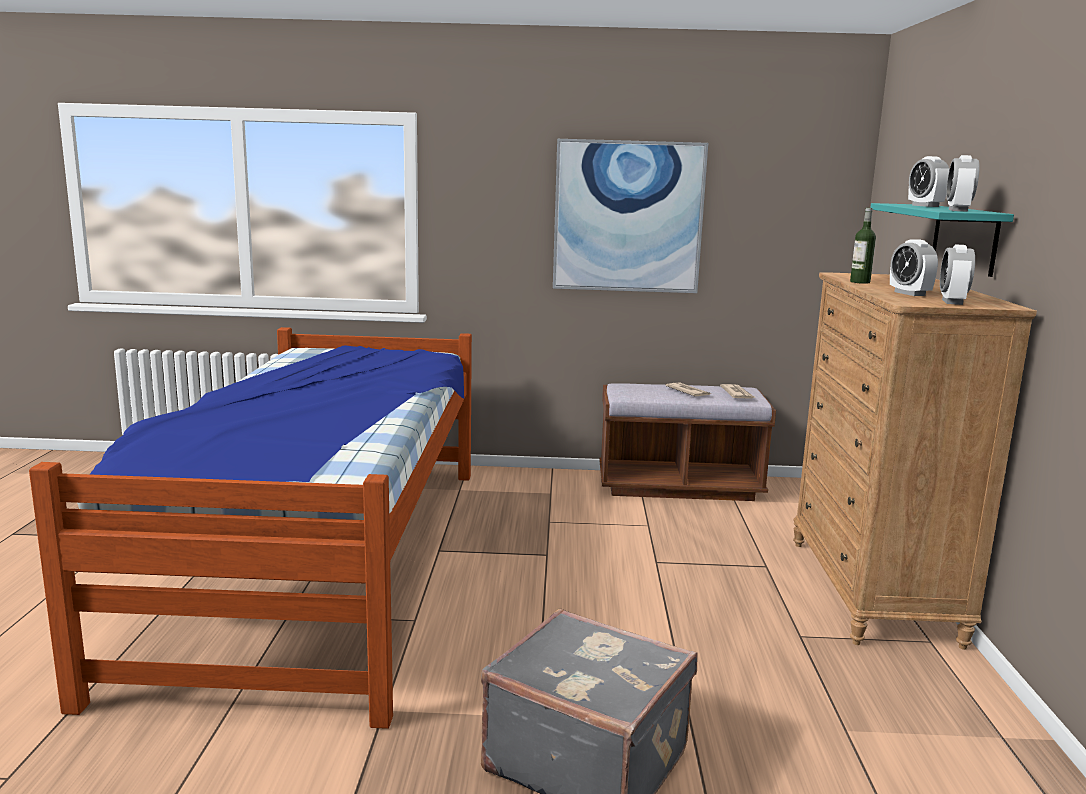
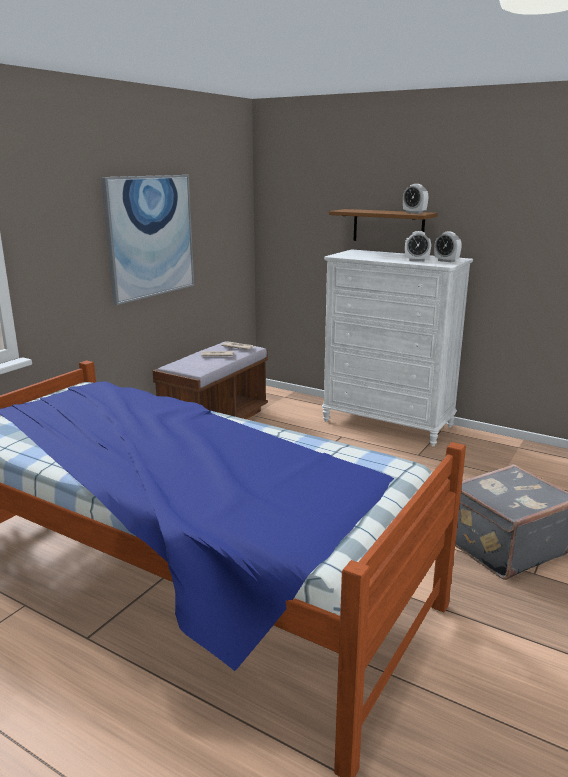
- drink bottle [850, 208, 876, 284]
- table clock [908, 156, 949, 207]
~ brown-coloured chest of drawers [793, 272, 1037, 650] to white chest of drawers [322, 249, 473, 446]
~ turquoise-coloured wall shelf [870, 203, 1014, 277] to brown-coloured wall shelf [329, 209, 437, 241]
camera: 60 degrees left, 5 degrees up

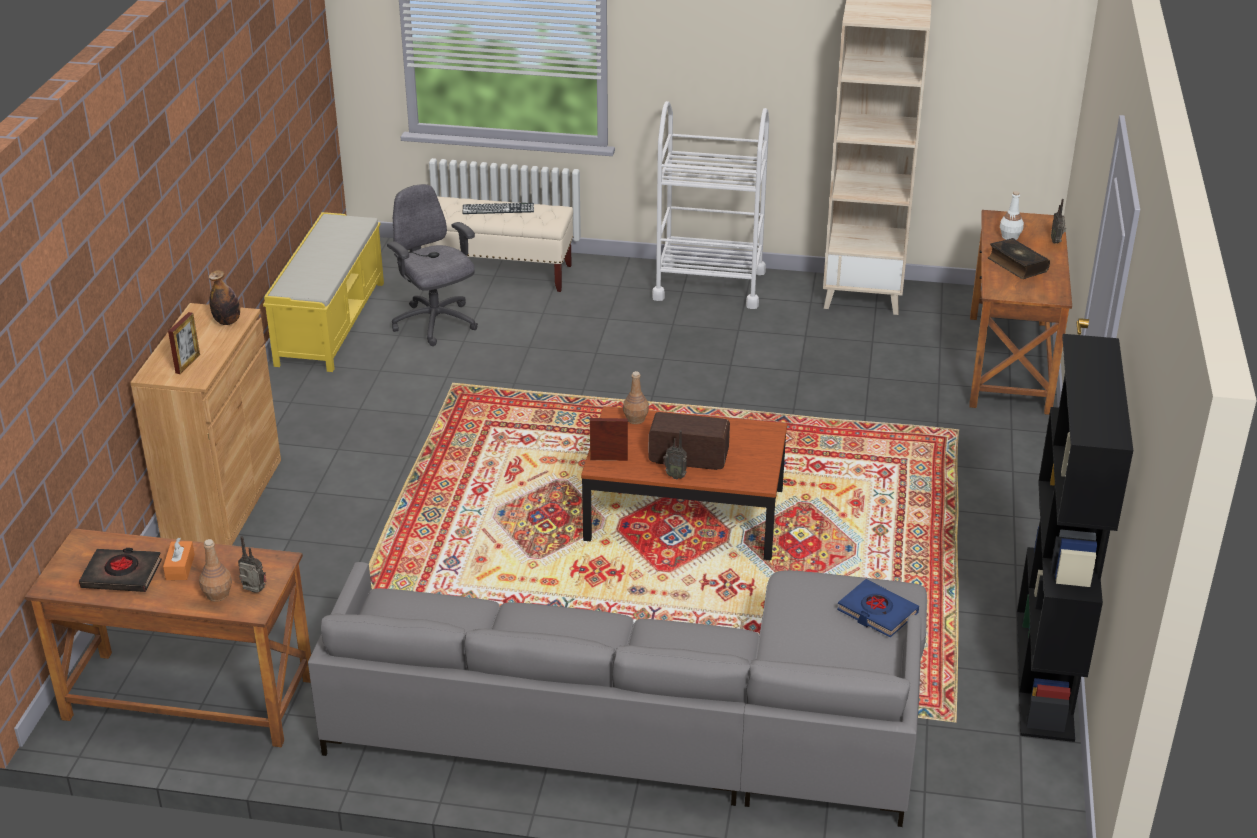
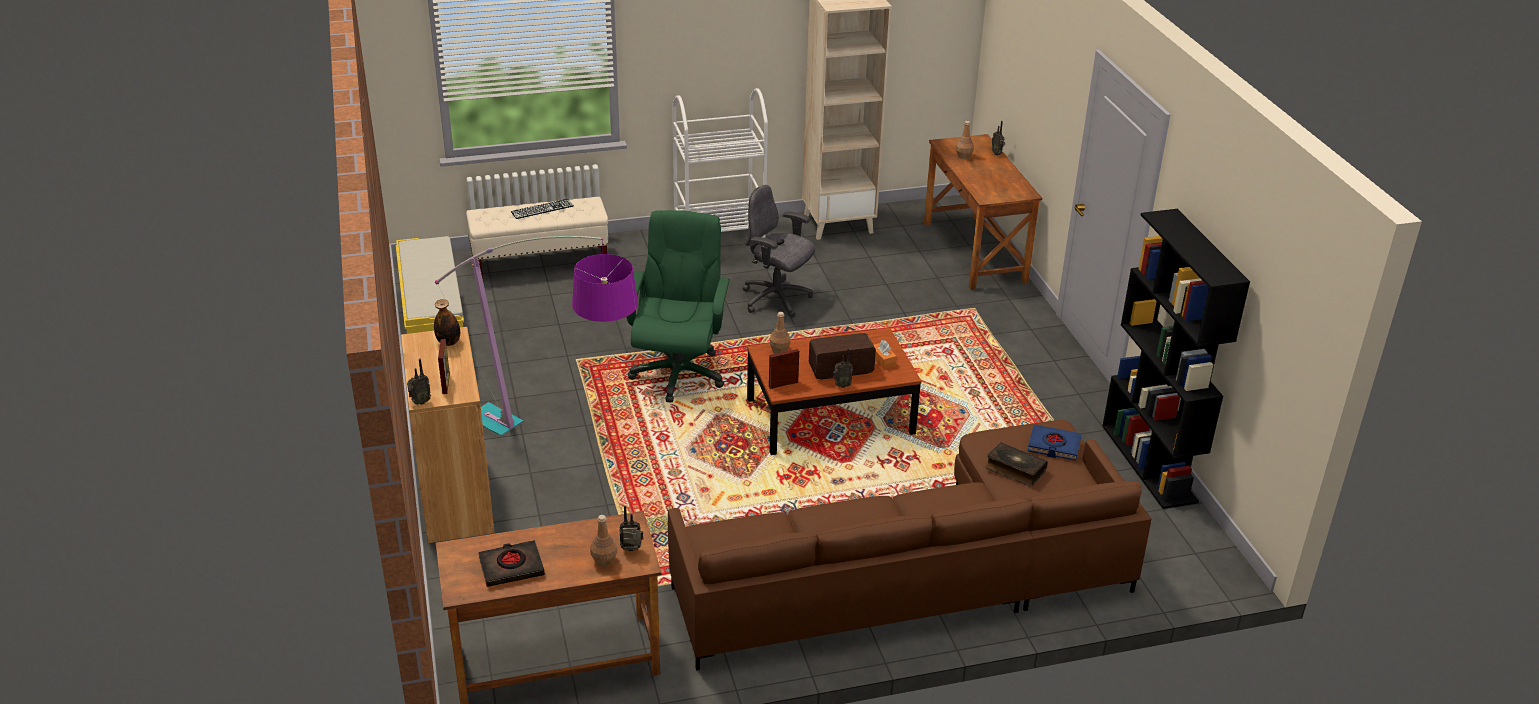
+ radio set [407, 359, 431, 405]
+ floor lamp [435, 236, 638, 436]
+ green-coloured computer chair [627, 210, 730, 403]
~ orange-coloured tissue holder [163, 538, 195, 580] to [874, 340, 897, 369]
~ grey computer chair [387, 184, 478, 346] to [742, 185, 815, 318]
~ volume [988, 238, 1050, 279] to [985, 442, 1048, 487]
~ grey sofa [308, 562, 927, 827] to brown-coloured sofa [668, 420, 1151, 671]
~ white drink bottle [1000, 191, 1024, 240] to brown-coloured drink bottle [956, 121, 974, 159]
camera: 25 degrees left, 0 degrees up

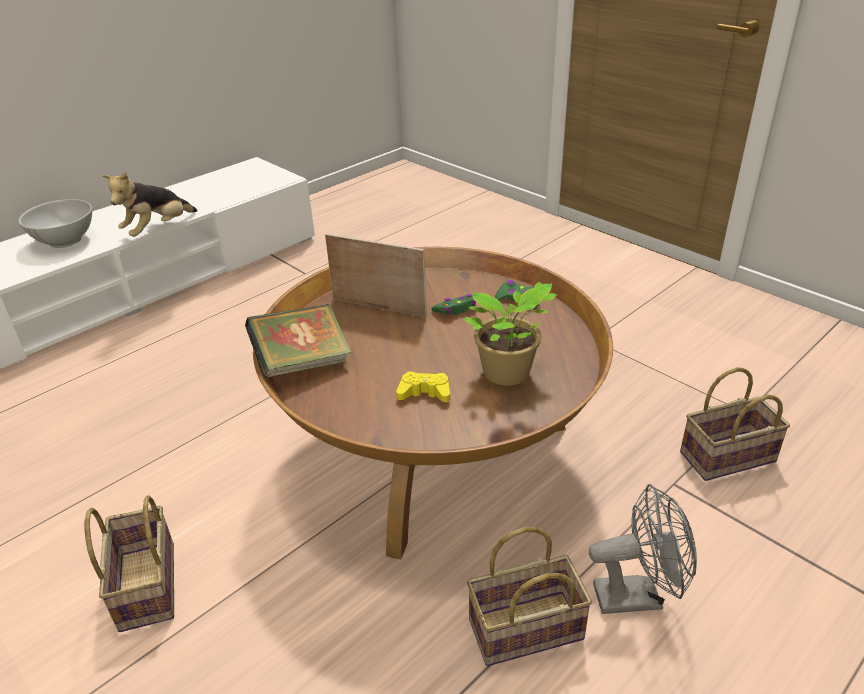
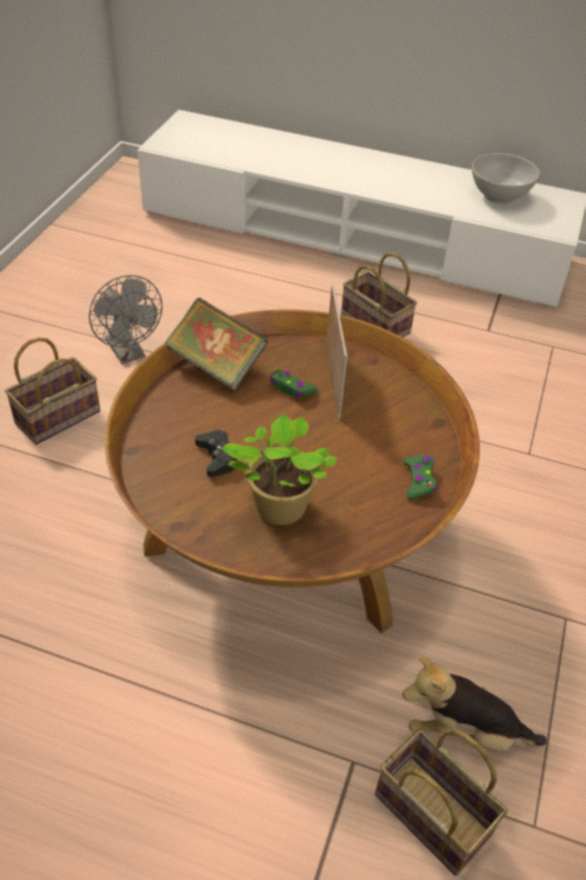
~ white deep dish [19, 199, 92, 248] to [472, 153, 540, 204]
~ cuddly toy [102, 172, 197, 237] to [402, 657, 547, 751]
~ green-coloured game controller [431, 294, 476, 315] to [270, 370, 318, 398]
~ storage basket [467, 527, 592, 666] to [341, 252, 417, 338]
~ grey fan [589, 484, 697, 614] to [89, 275, 162, 364]
~ yellowish game controller [396, 371, 450, 402] to black-coloured game controller [195, 430, 238, 477]
camera: 60 degrees right, 10 degrees up

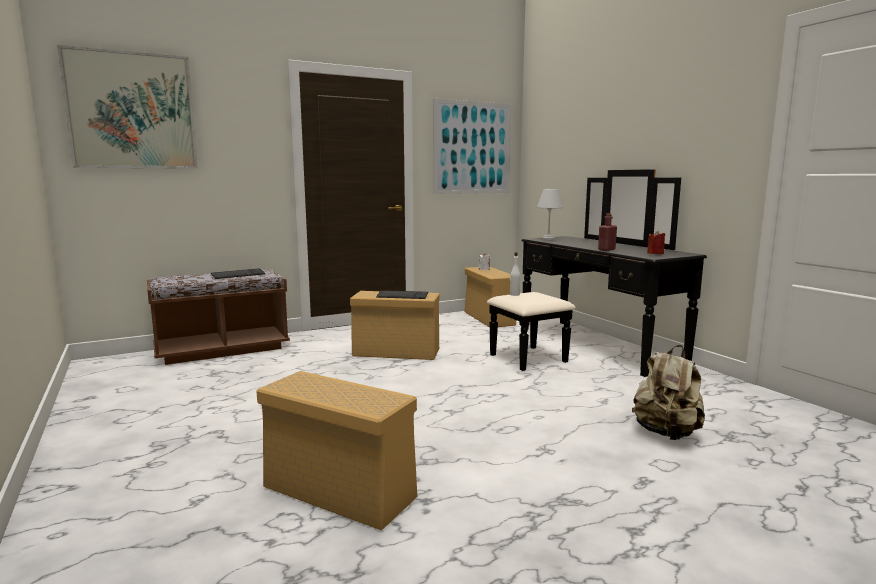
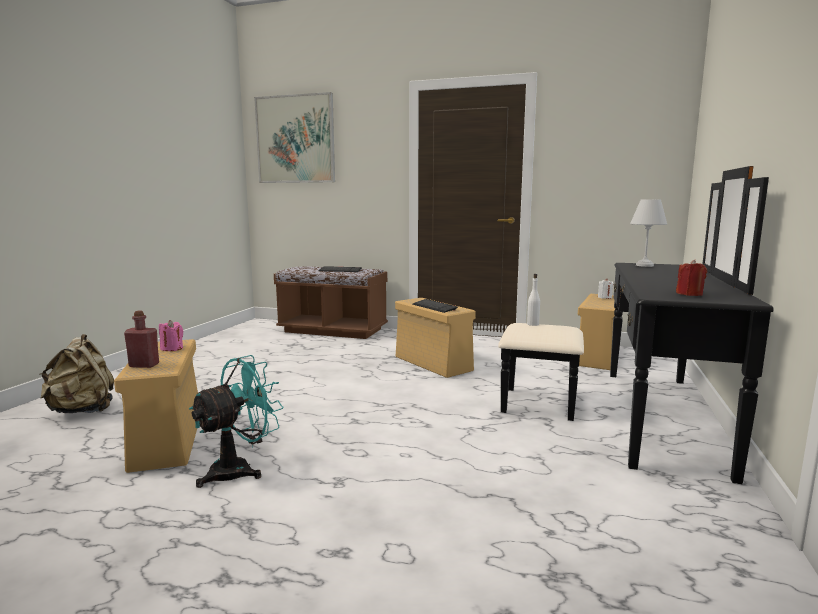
- wall picture [433, 99, 512, 194]
+ pinkish candle [159, 320, 183, 351]
+ turquoise-coloured fan [189, 355, 284, 488]
~ red-coloured drink bottle [598, 213, 617, 251] to [124, 311, 159, 368]
~ beige rucksack [632, 345, 705, 440] to [40, 334, 114, 413]
camera: 45 degrees right, 0 degrees up

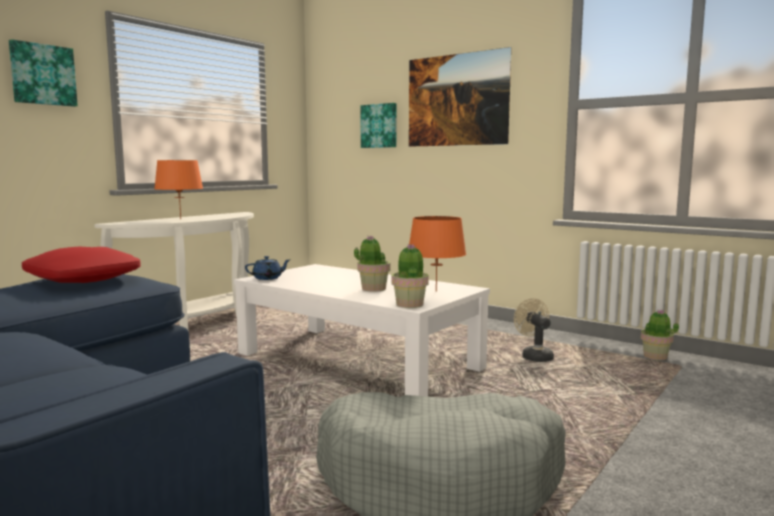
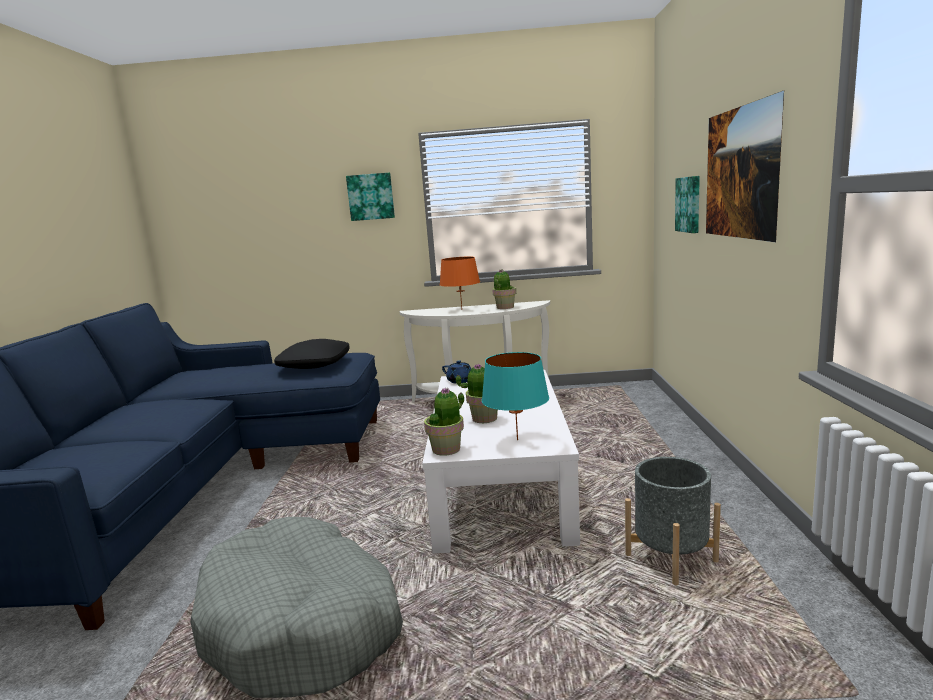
~ plant in a pot [641, 309, 679, 360] to [492, 269, 516, 309]
~ beige fan [514, 298, 554, 362] to grey flower pot [625, 457, 721, 585]
~ red-coloured pillow [22, 246, 141, 283] to black-coloured pillow [274, 339, 349, 369]
~ orange-coloured tabletop lamp [409, 216, 466, 292] to turquoise-coloured tabletop lamp [482, 352, 549, 440]
camera: 55 degrees right, 5 degrees up

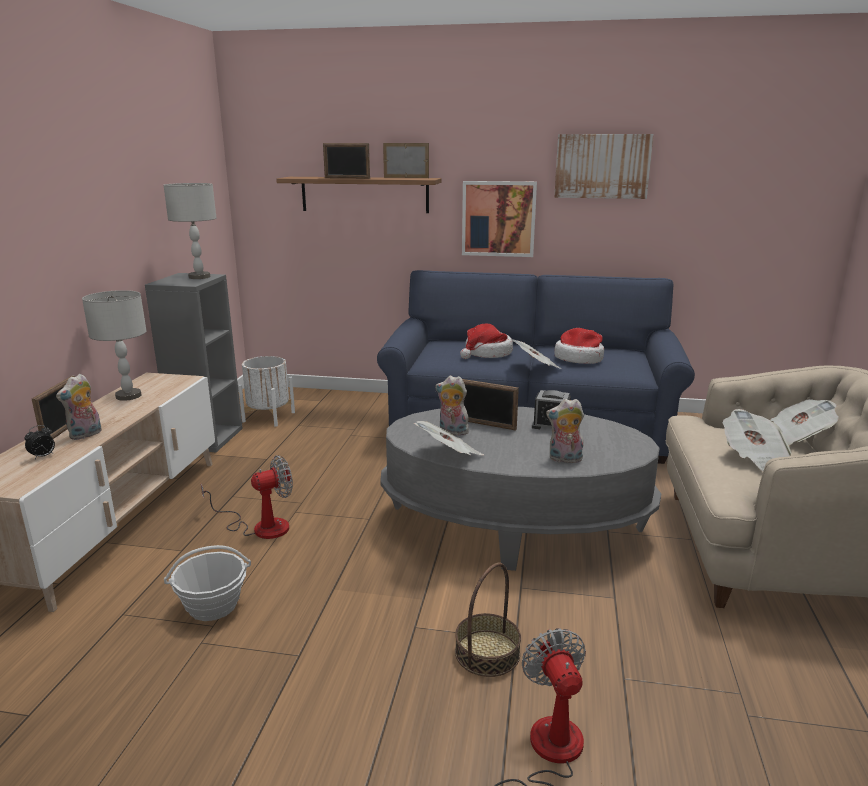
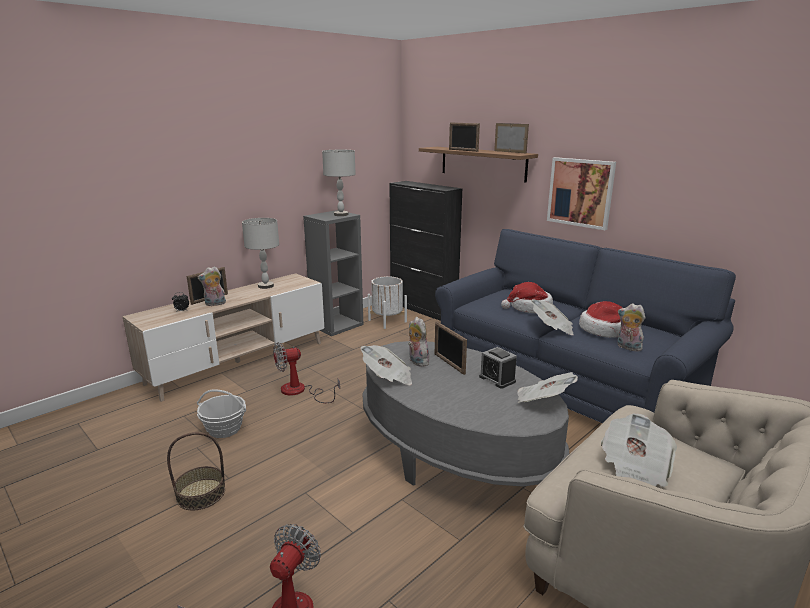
- wall picture [554, 134, 654, 199]
+ black-coloured storage cabinet [389, 181, 463, 321]
~ storage basket [455, 563, 521, 677] to [167, 432, 225, 511]
~ cuddly toy [546, 399, 584, 463] to [618, 303, 646, 351]
~ newspaper [770, 399, 839, 445] to [517, 372, 578, 403]
~ fan [201, 455, 293, 539] = [273, 342, 340, 403] 150 degrees clockwise
camera: 35 degrees right, 0 degrees up

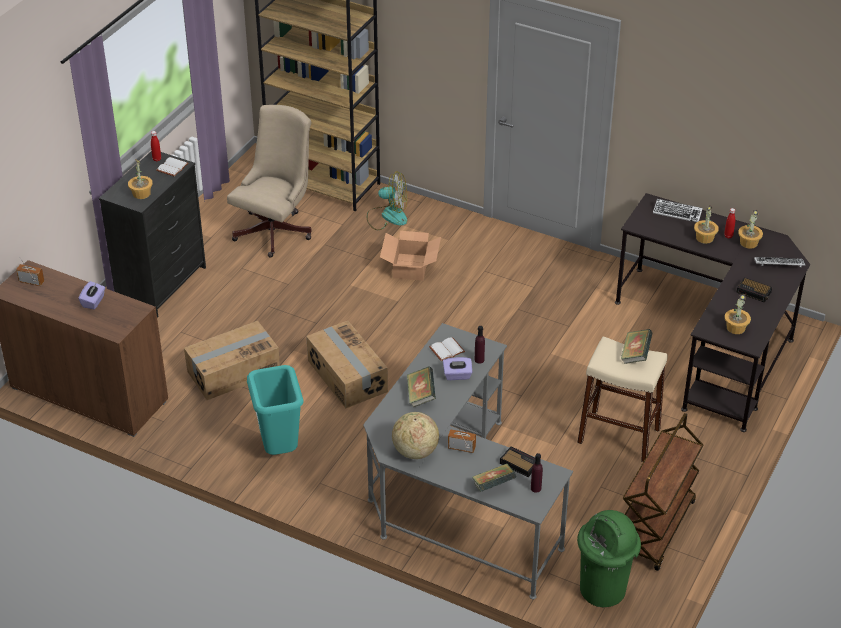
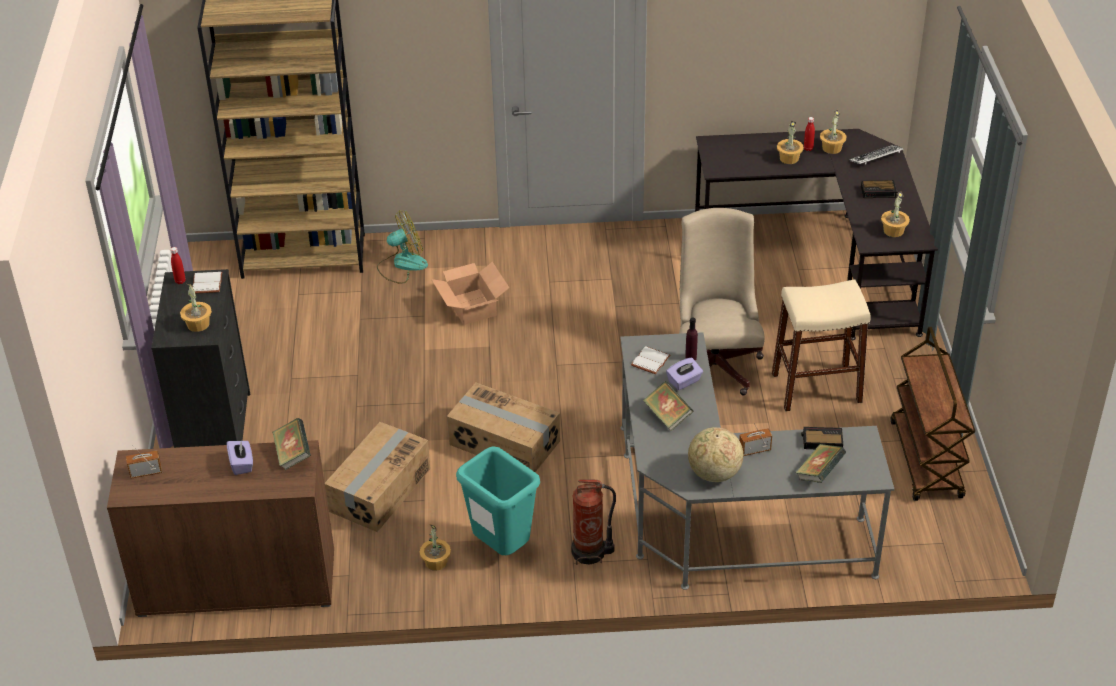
- purple drink bottle [531, 453, 543, 493]
- green-coloured trash can [577, 510, 641, 608]
- keyboard [653, 199, 703, 222]
+ plant in a pot [420, 524, 451, 571]
+ fire-fighting cylinder [571, 480, 616, 565]
~ beige computer chair [227, 105, 312, 258] to [679, 208, 765, 396]
~ volume [621, 329, 652, 364] to [273, 418, 311, 470]
camera: 30 degrees left, 0 degrees up

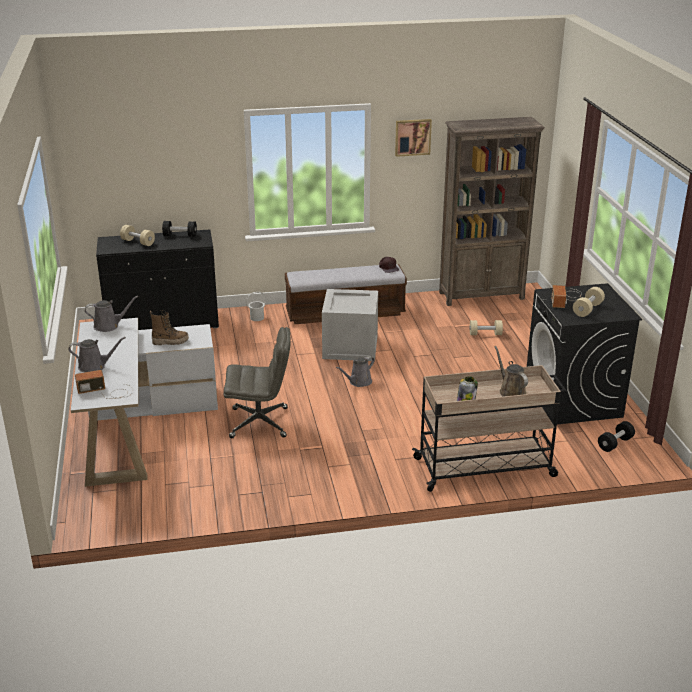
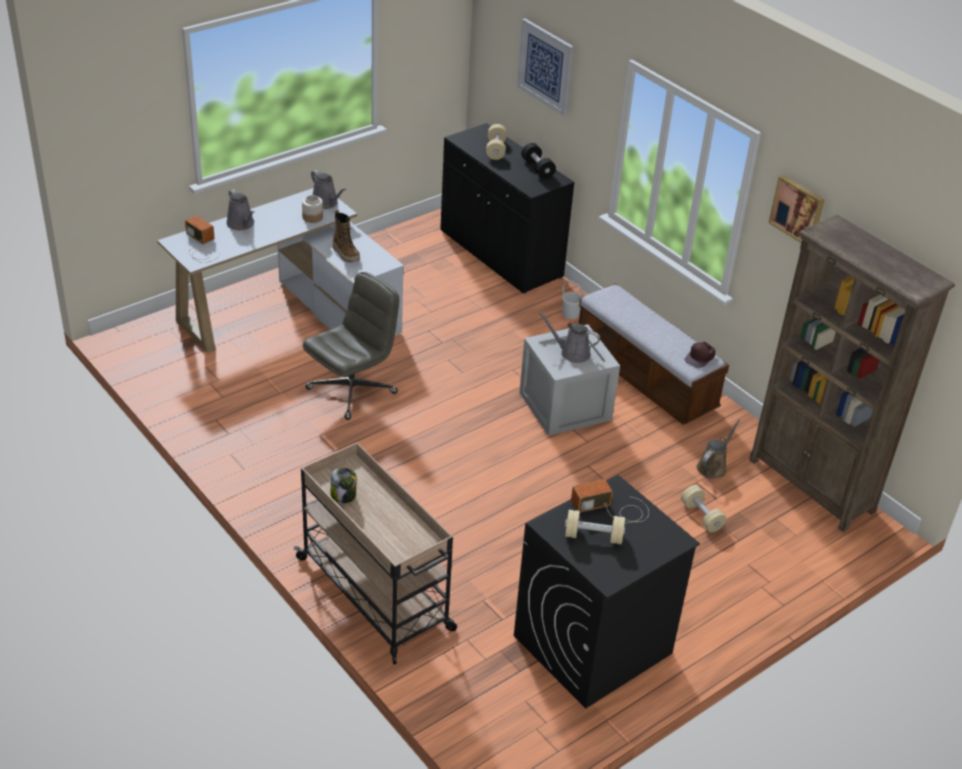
- black-coloured hand weight [598, 421, 635, 452]
+ jar [302, 195, 323, 223]
+ wall picture [517, 19, 574, 116]
~ grey watering can [336, 356, 374, 387] to [539, 313, 600, 363]
~ brown-coloured watering can [494, 346, 528, 397] to [696, 419, 740, 479]
~ grey computer chair [224, 327, 291, 438] = [302, 272, 399, 420] 105 degrees counterclockwise
camera: 60 degrees right, 10 degrees up

